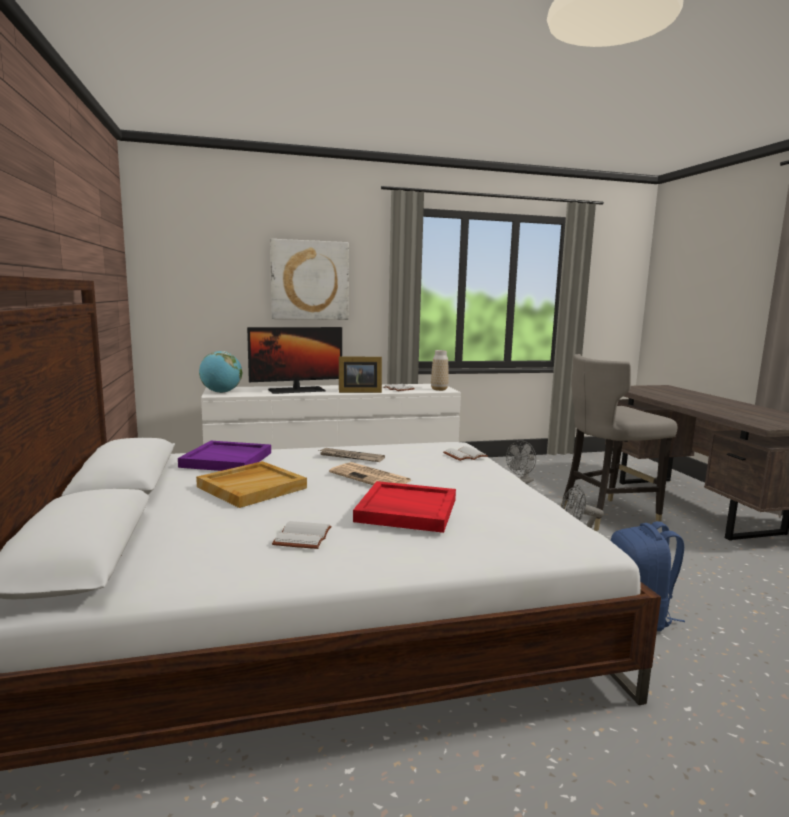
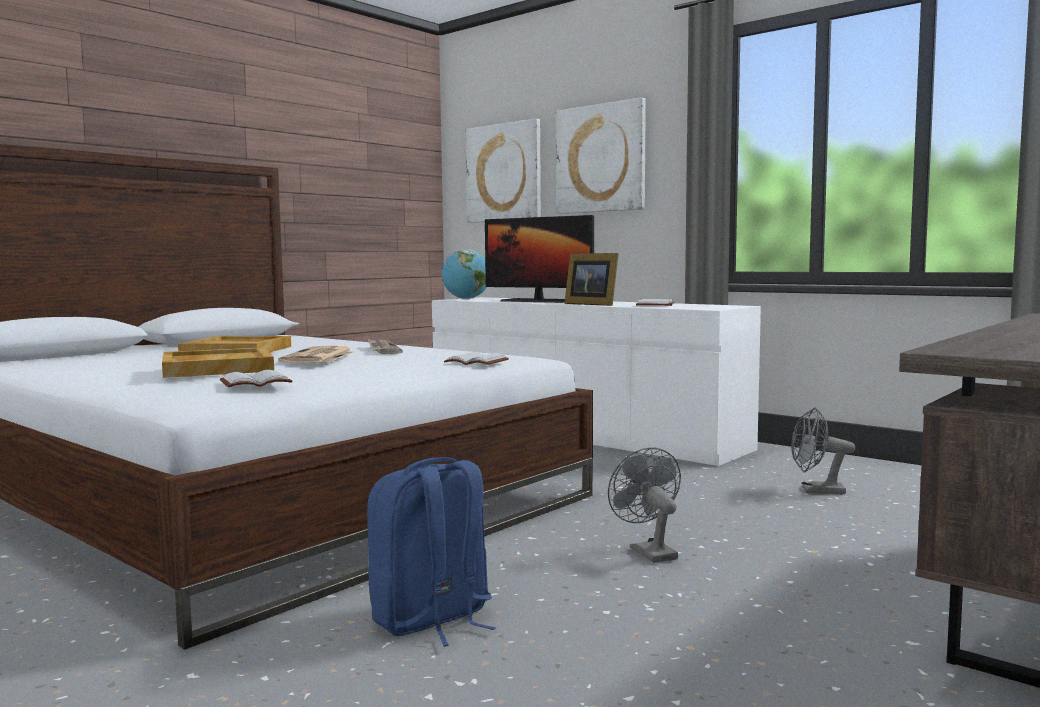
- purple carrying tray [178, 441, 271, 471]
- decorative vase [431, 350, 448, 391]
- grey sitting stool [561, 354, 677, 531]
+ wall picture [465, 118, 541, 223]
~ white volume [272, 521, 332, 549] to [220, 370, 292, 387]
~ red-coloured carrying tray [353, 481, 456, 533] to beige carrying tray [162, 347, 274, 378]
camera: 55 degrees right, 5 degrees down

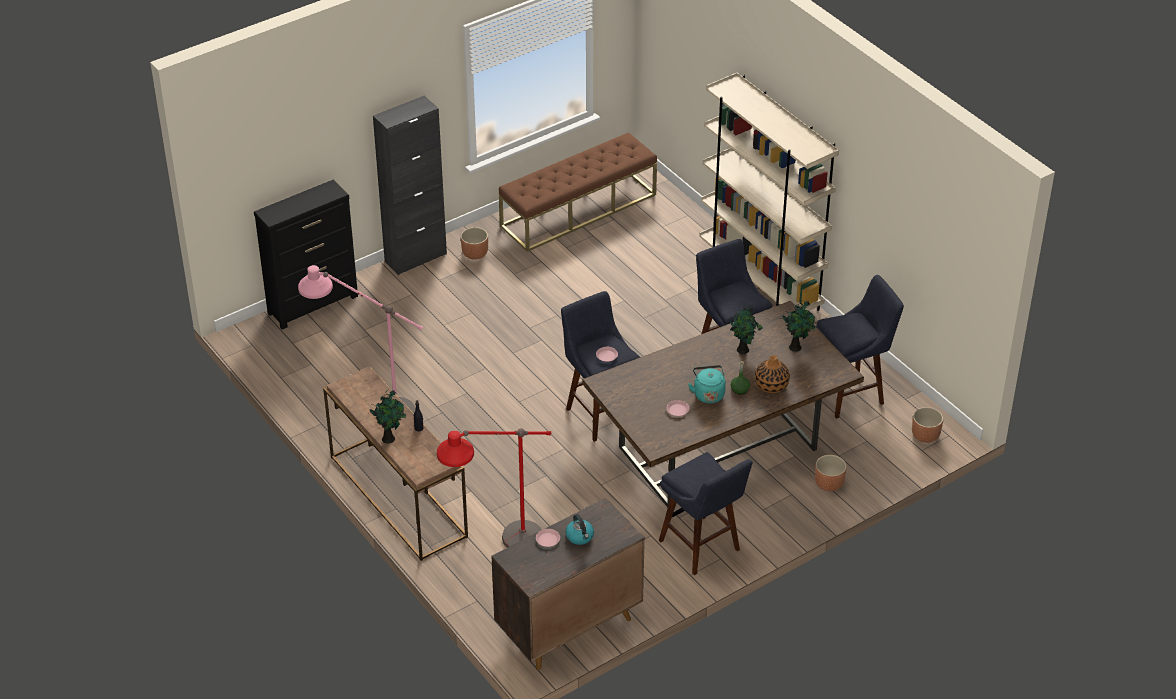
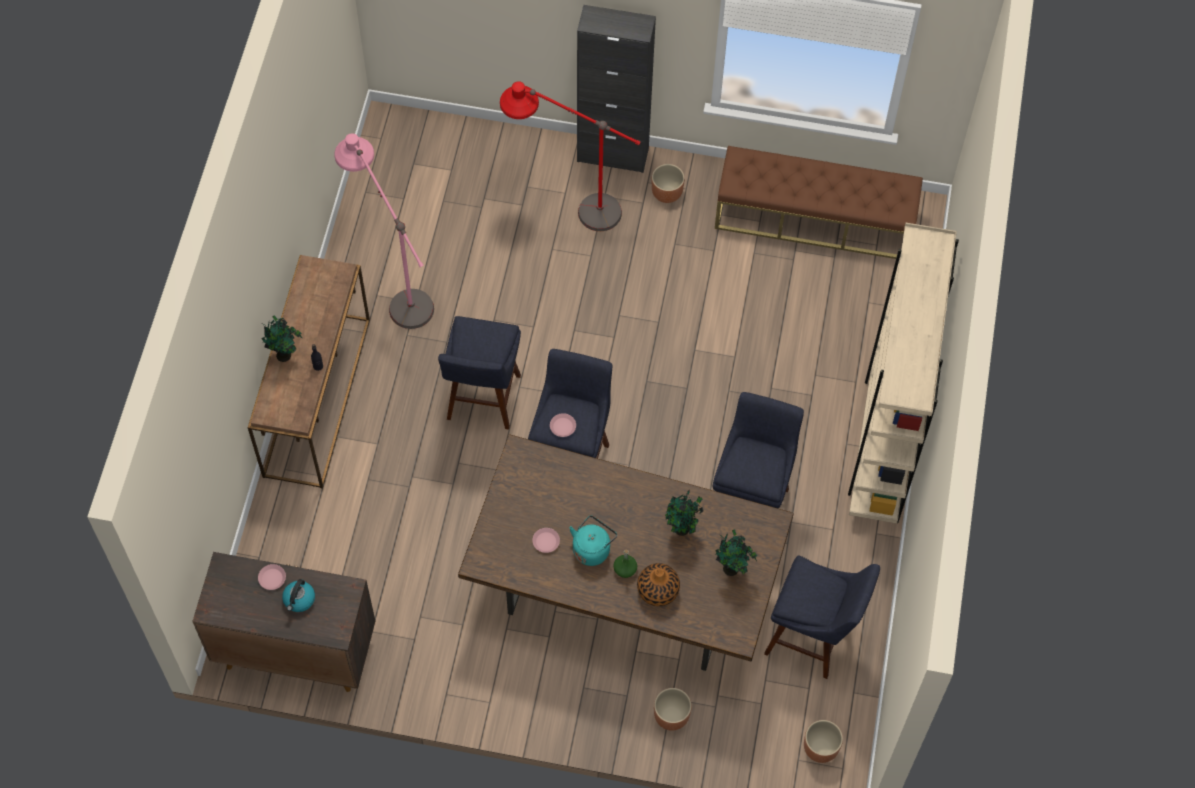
- black-coloured chest of drawers [254, 180, 358, 330]
~ red-coloured floor lamp [437, 428, 551, 548] to [500, 81, 641, 231]
~ blue-coloured sitting stool [659, 452, 752, 575] to [438, 316, 521, 430]
camera: 45 degrees right, 20 degrees up

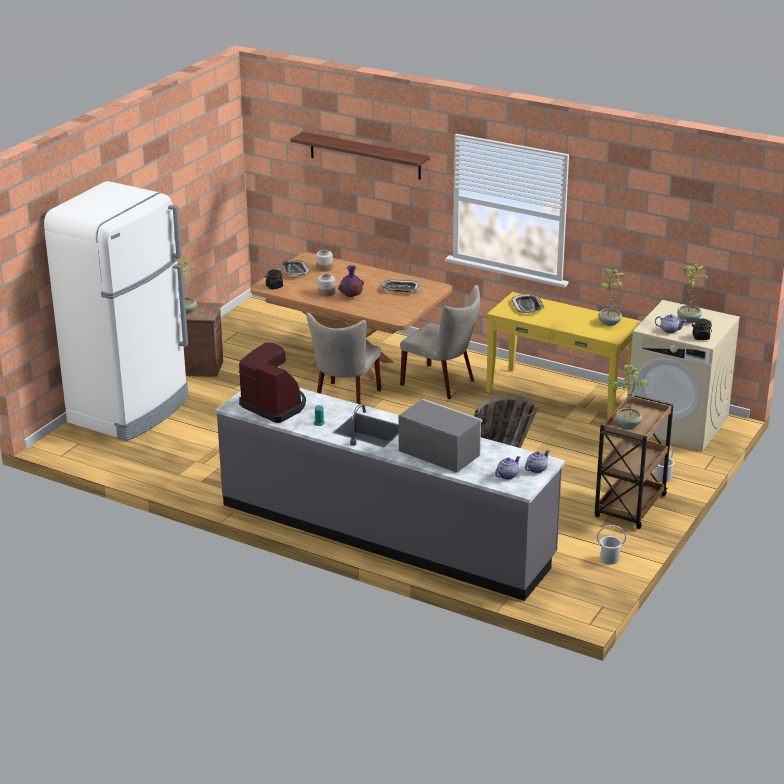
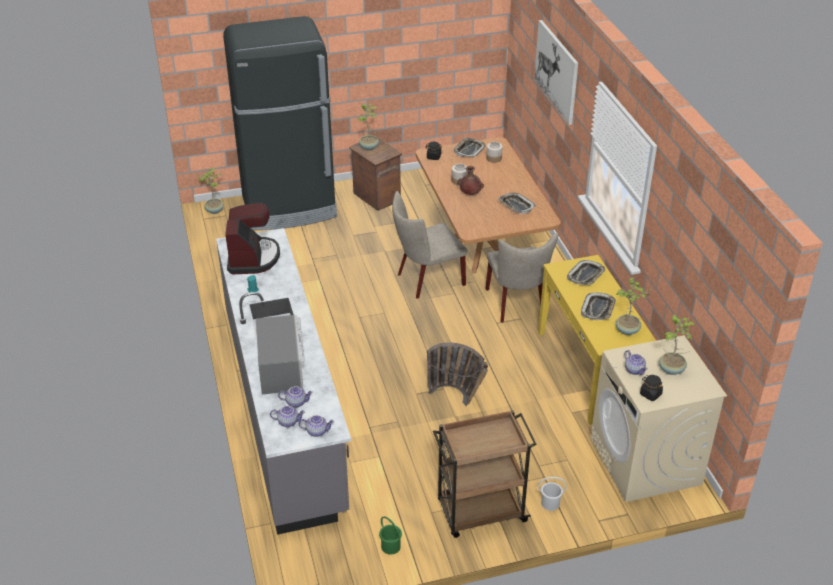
+ teapot [278, 386, 313, 408]
+ carrying tray [581, 292, 616, 320]
~ plant in a pot [609, 365, 649, 428] to [198, 168, 224, 214]
~ wall shelf [290, 132, 430, 180] to wall picture [534, 20, 578, 125]
~ white refrigerator [44, 181, 189, 441] to black-coloured refrigerator [223, 16, 337, 230]
~ purple decorative vase [338, 265, 364, 297] to brown-coloured decorative vase [458, 166, 484, 195]
~ white water bucket [597, 525, 626, 564] to green-coloured water bucket [379, 516, 402, 555]
camera: 45 degrees right, 10 degrees up

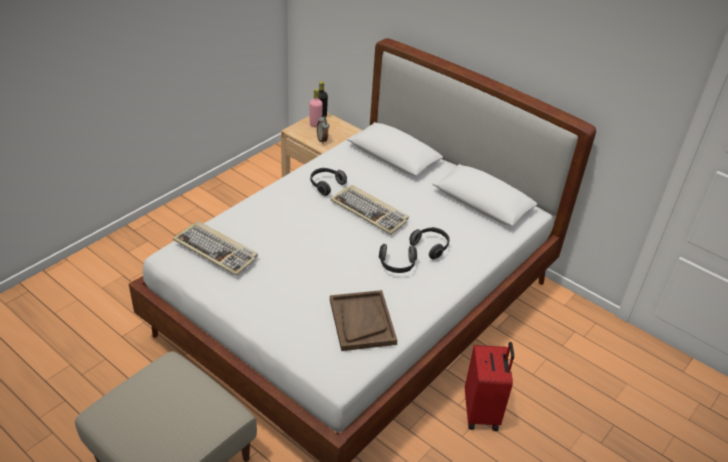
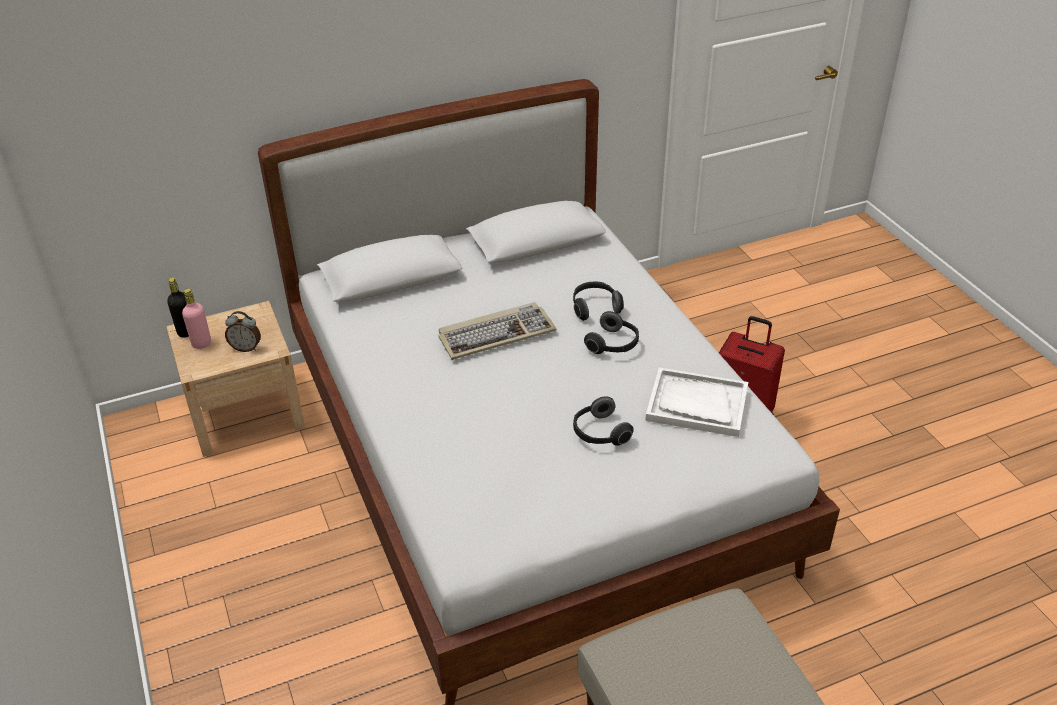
- keyboard [173, 221, 258, 276]
~ headset [310, 168, 347, 196] to [573, 396, 634, 446]
~ brown-coloured carrying tray [330, 290, 397, 351] to white carrying tray [645, 368, 748, 437]
camera: 60 degrees left, 0 degrees up

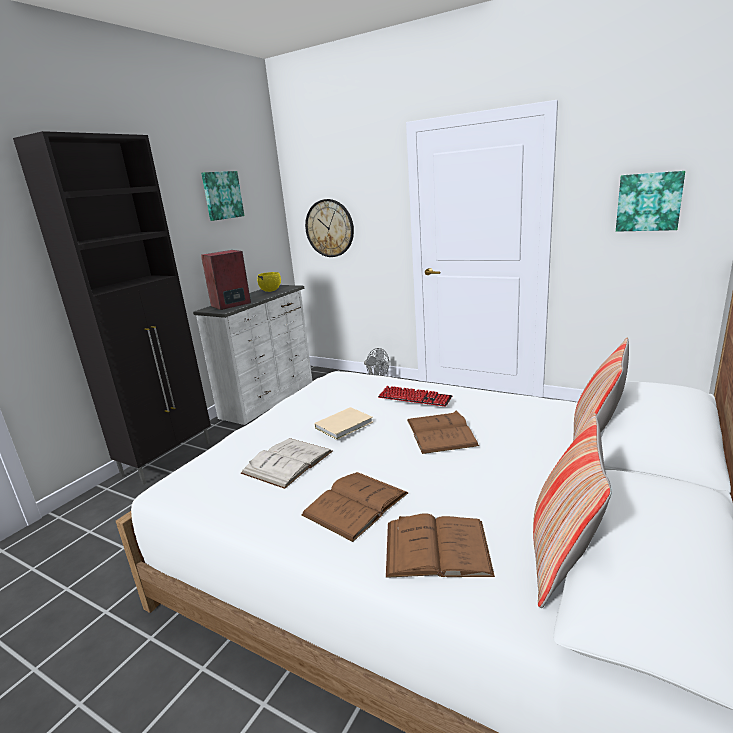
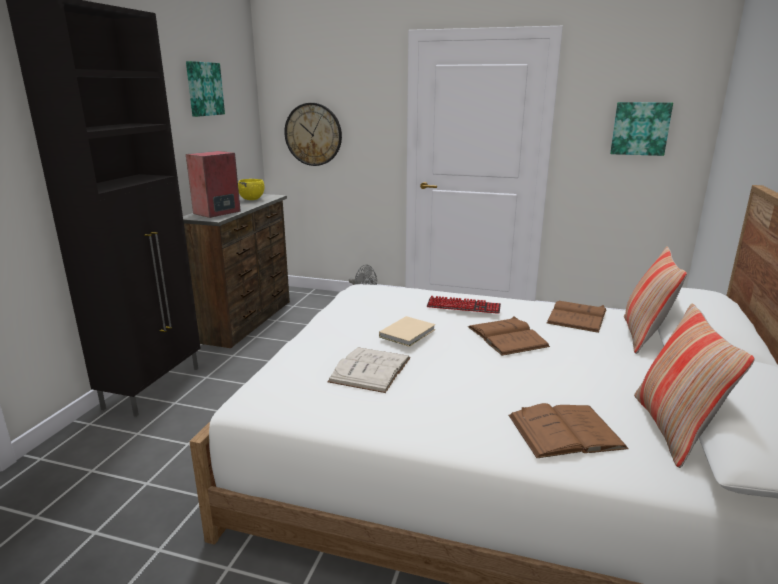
~ brown-coloured volume [301, 472, 409, 542] to [547, 301, 607, 333]
~ white chest of drawers [193, 285, 313, 425] to brown-coloured chest of drawers [183, 194, 290, 348]
camera: 15 degrees left, 0 degrees up

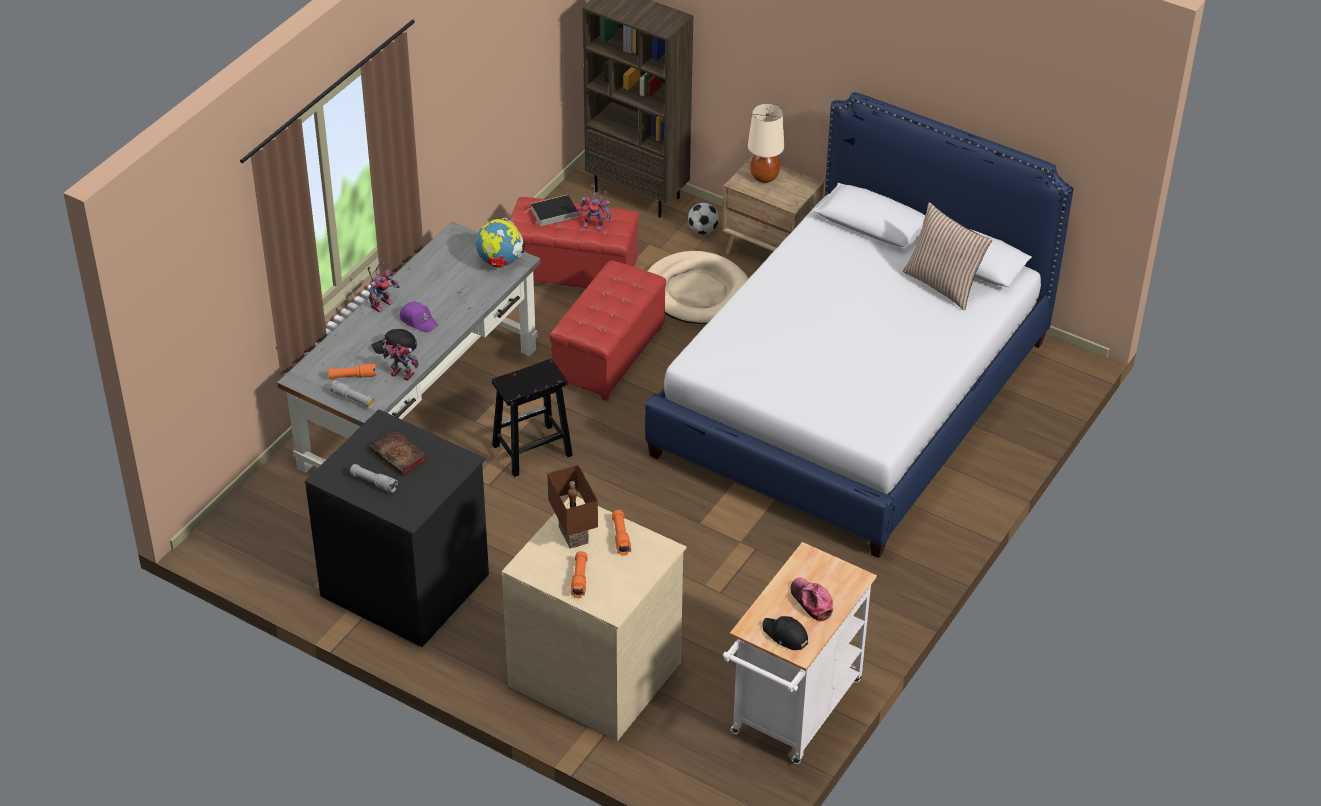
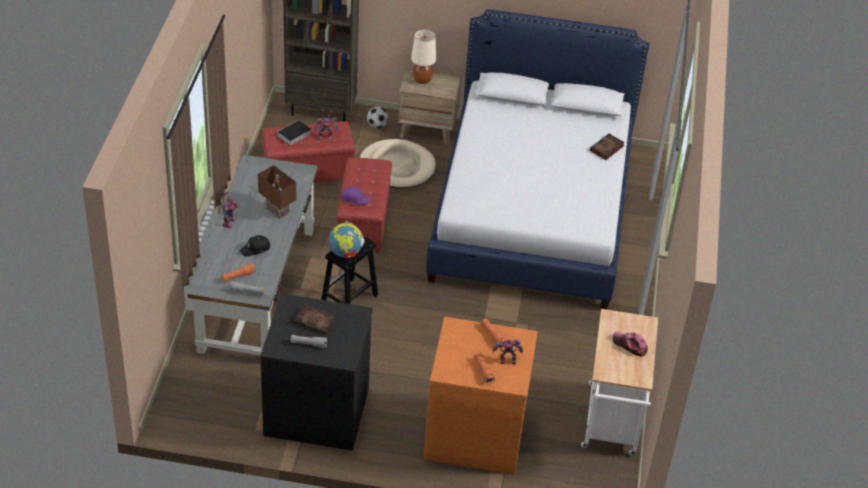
- black-coloured peaked cap [762, 616, 808, 650]
- pillow [903, 202, 992, 310]
+ volume [590, 134, 625, 160]
~ model robot [383, 339, 419, 381] to [493, 338, 523, 365]
~ purple peaked cap [400, 302, 438, 333] to [341, 186, 371, 205]
~ globe [476, 218, 525, 268] to [329, 221, 365, 259]
~ brown-coloured tabletop lamp [547, 465, 598, 549] to [258, 165, 296, 219]
~ beige chest of drawers [502, 496, 687, 741] to orange-coloured chest of drawers [424, 317, 538, 475]
camera: 25 degrees left, 0 degrees up

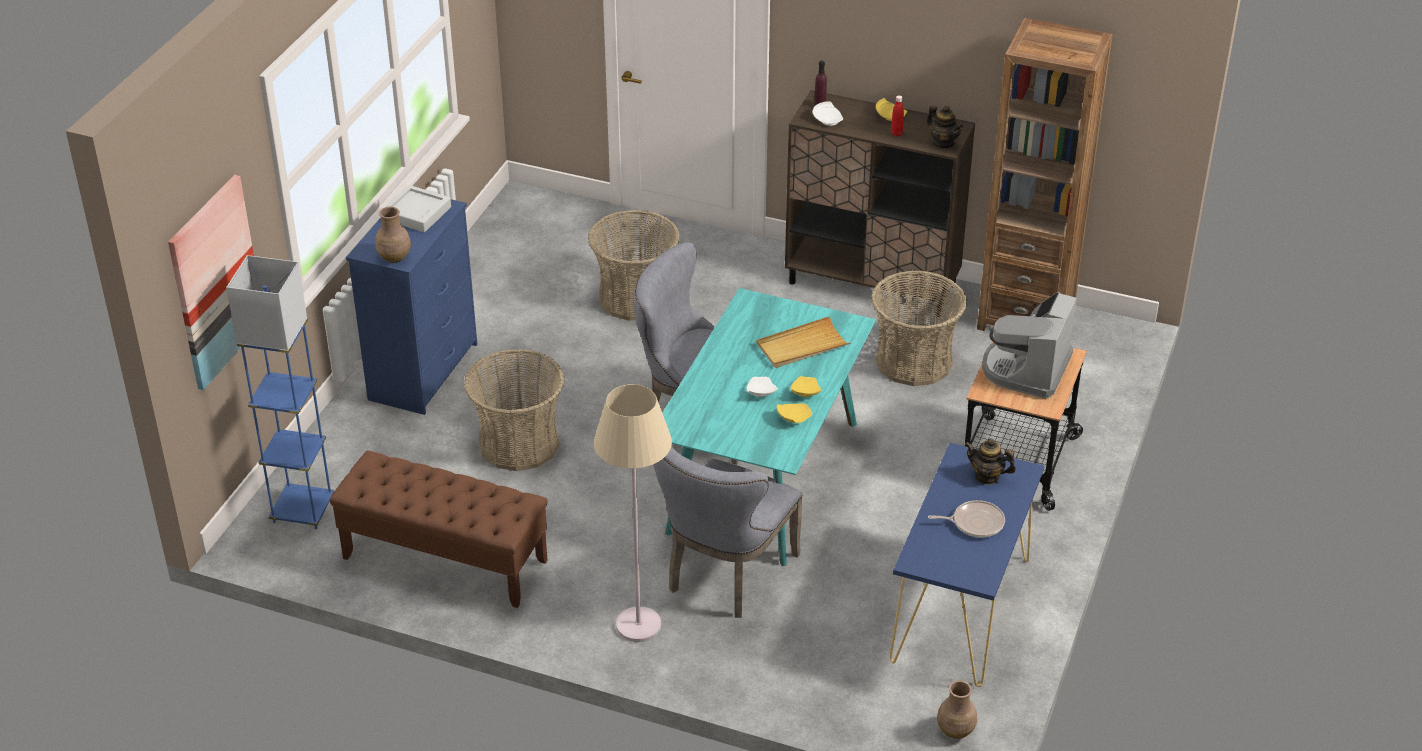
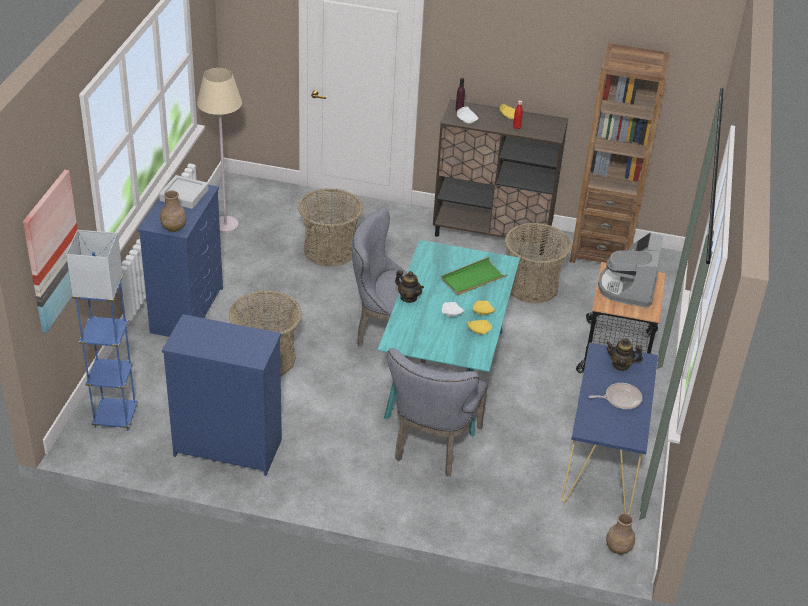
~ beige floor lamp [594, 384, 672, 642] to [197, 68, 242, 233]
~ teapot [927, 105, 963, 148] to [395, 270, 424, 303]
~ brown-coloured bench [330, 451, 548, 608] to blue-coloured chest of drawers [162, 314, 282, 476]
~ beige carrying tray [757, 316, 851, 368] to green-coloured carrying tray [441, 257, 507, 295]
camera: 10 degrees left, 0 degrees up

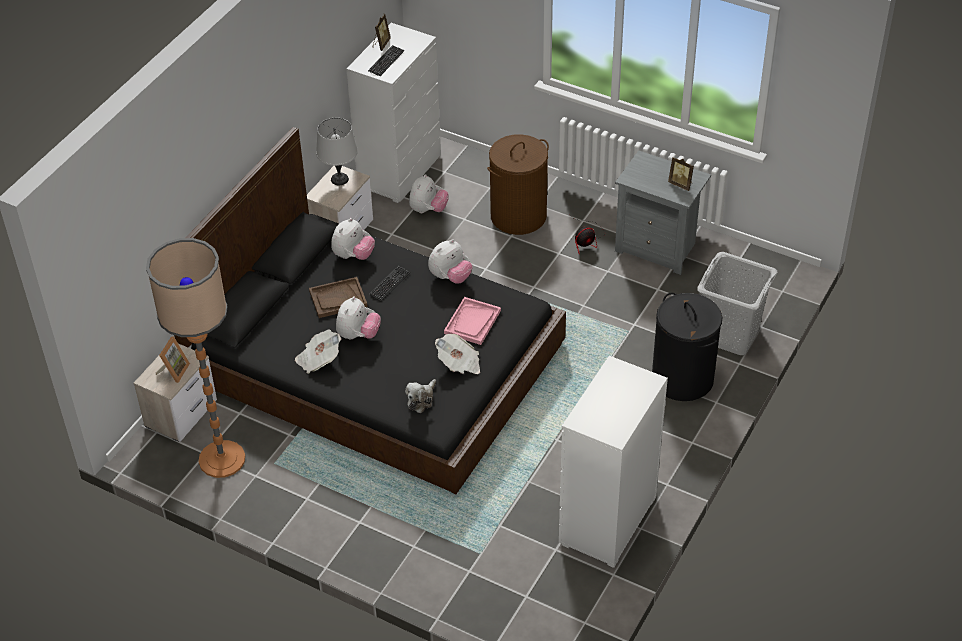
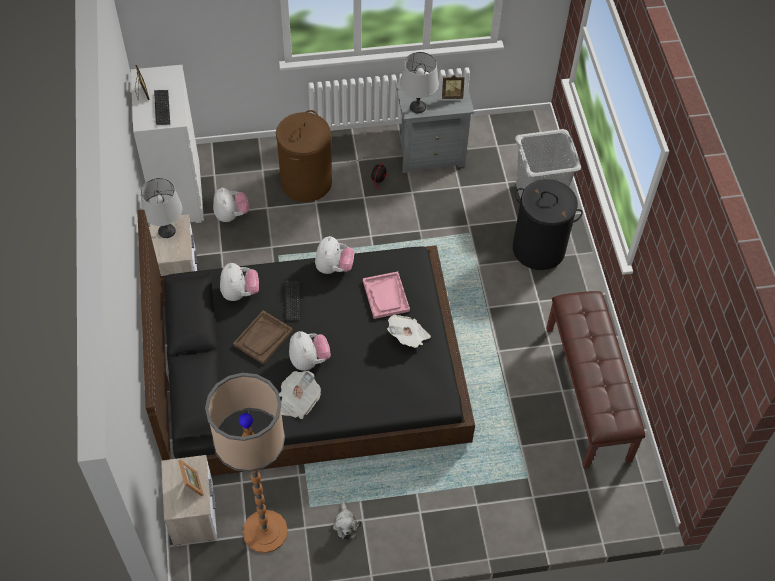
+ grey tabletop lamp [400, 52, 439, 113]
~ cuddly toy [405, 379, 436, 413] to [333, 500, 361, 539]
~ white chest of drawers [559, 356, 668, 568] to brown-coloured bench [546, 291, 645, 469]
camera: 40 degrees left, 10 degrees up

